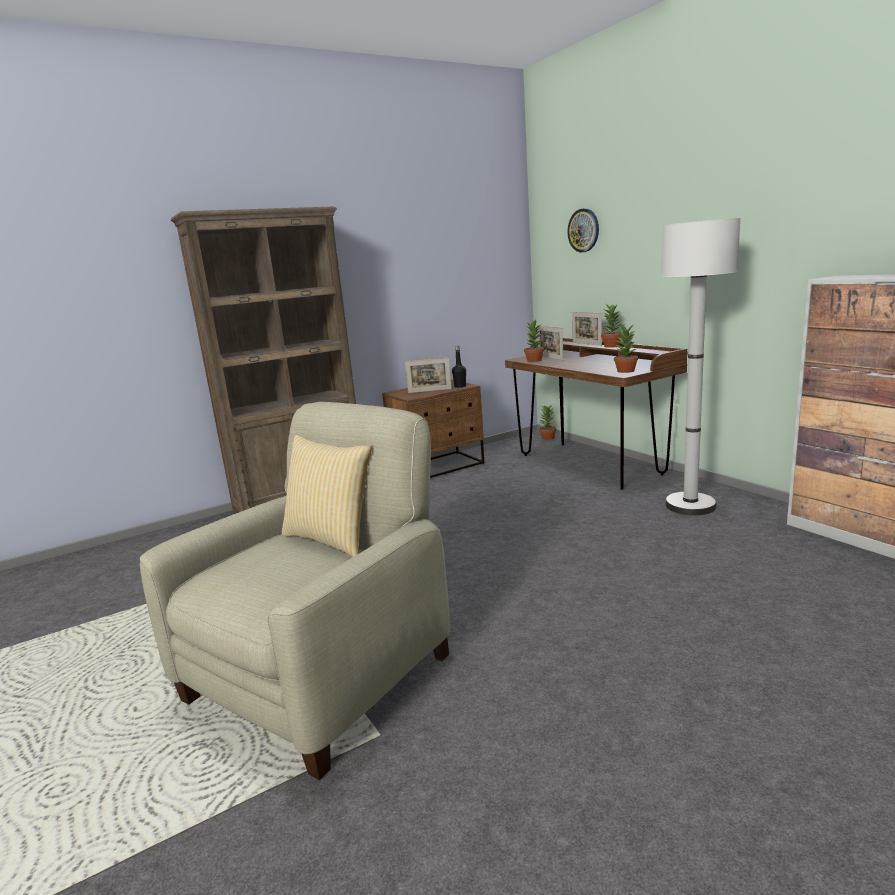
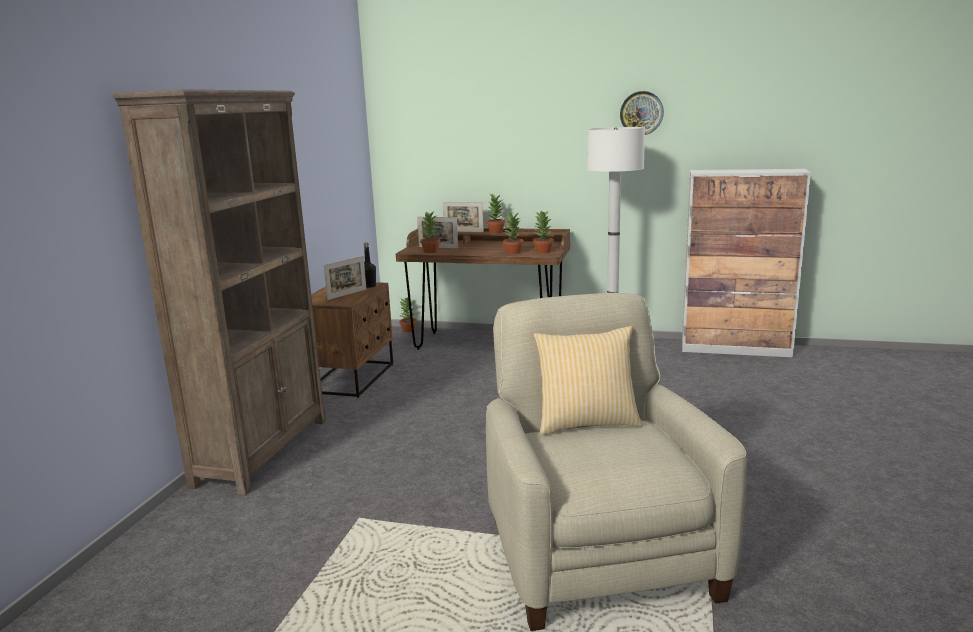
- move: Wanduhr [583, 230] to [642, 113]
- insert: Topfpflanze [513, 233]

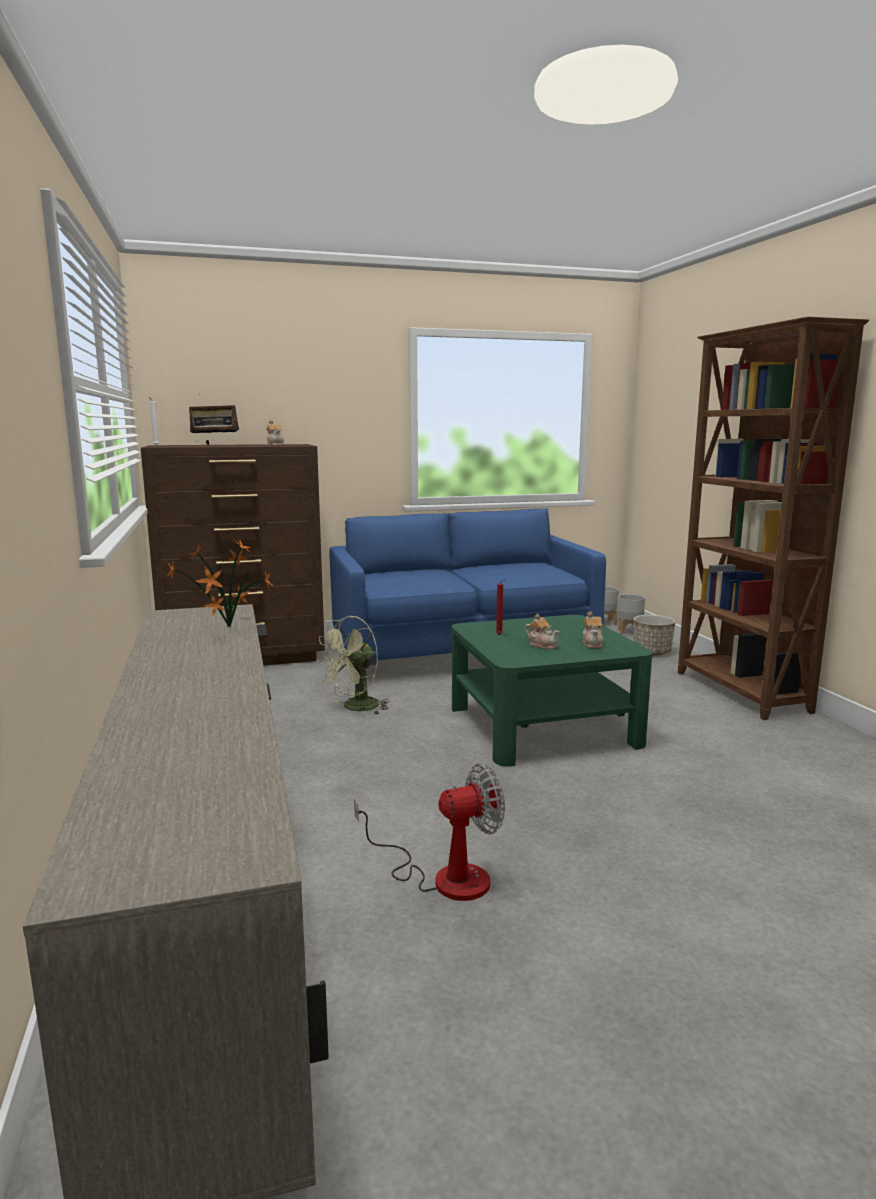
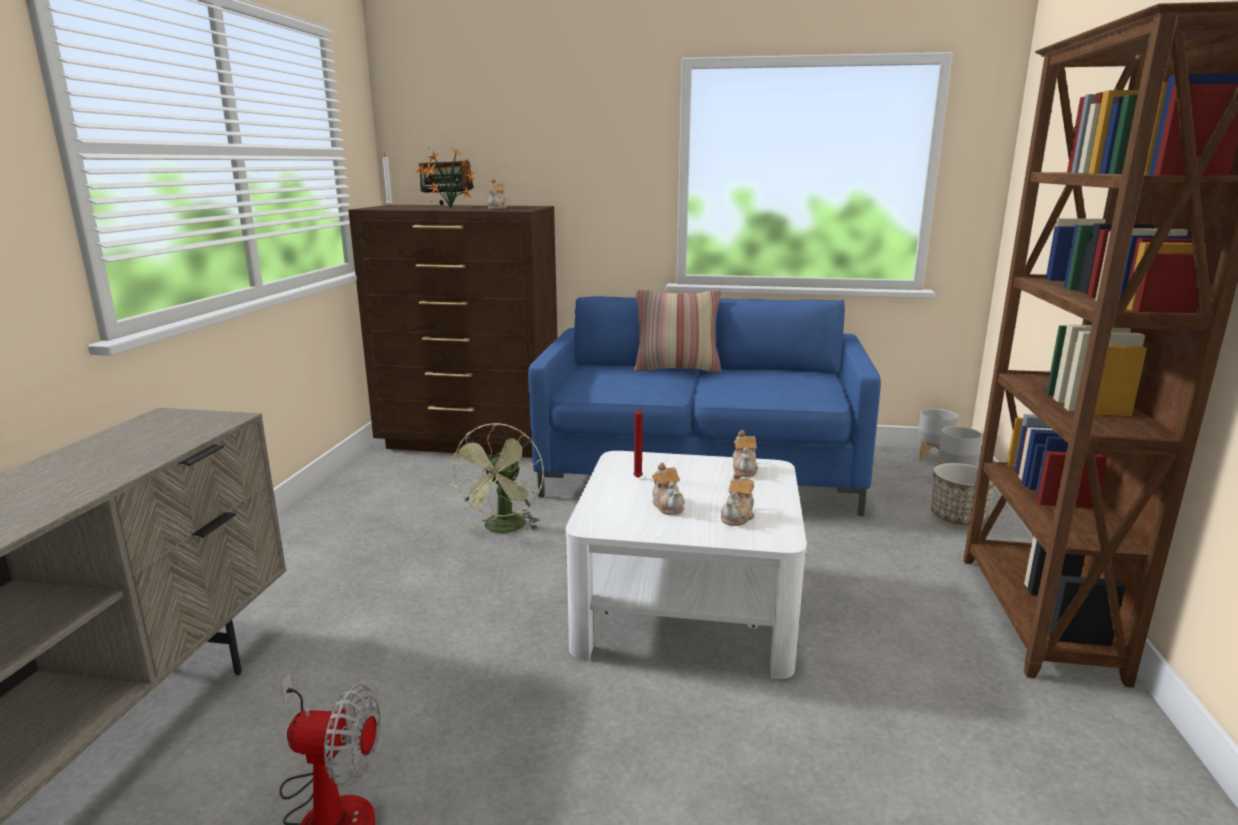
- move: Topfpflanze [219, 583] to [445, 178]
- rotate: Ventilator/grün [353, 665] = [496, 478] 60 degrees counterclockwise
- recolor: Couchtisch/grün [552, 690] to Couchtisch/weiß [686, 565]
- insert: Kissen [677, 331]
- insert: Teekanne [745, 453]

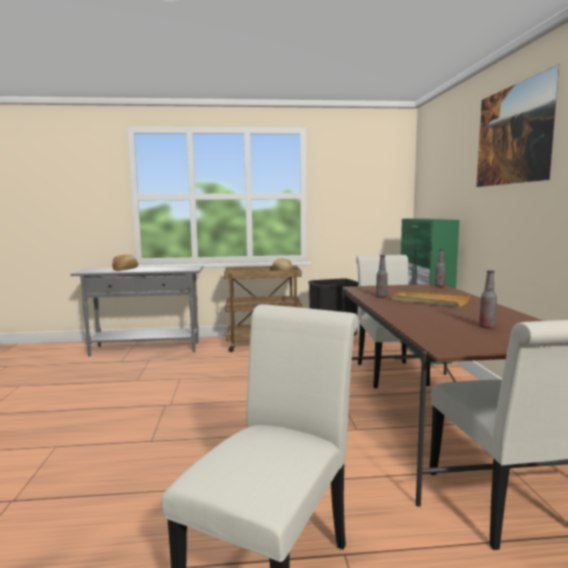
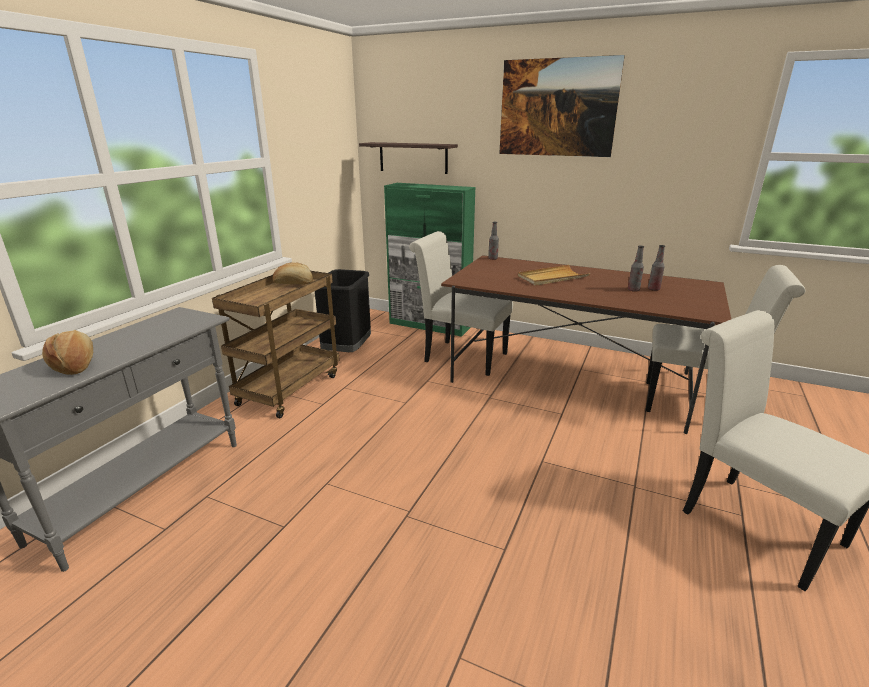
- move: Flasche [382, 276] to [636, 269]
- insert: Wandregal [408, 158]

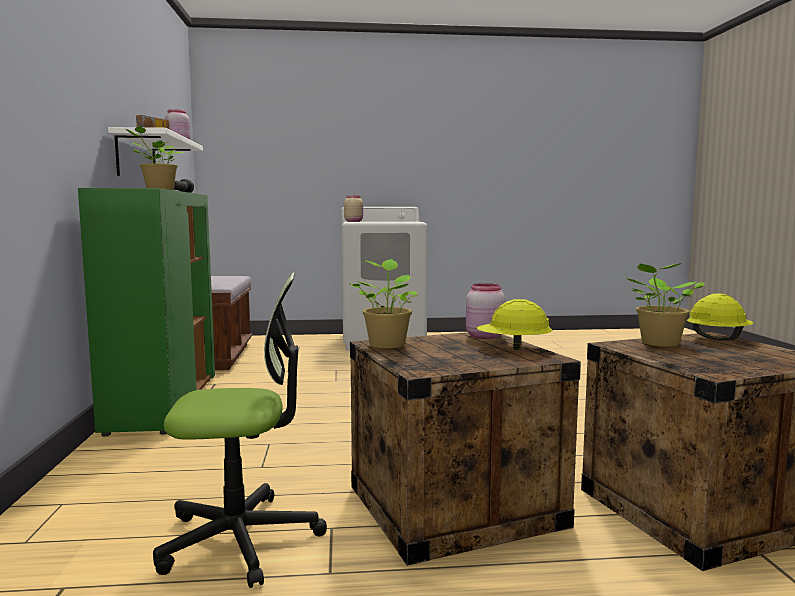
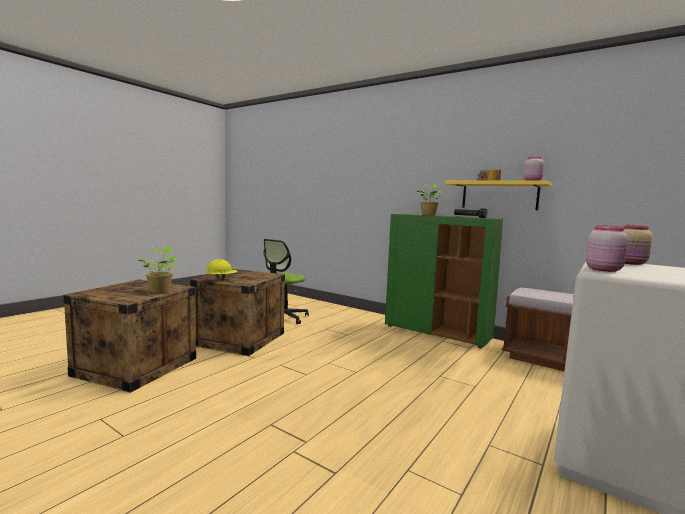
- recolor: Wandregal/weiß [155, 151] to Wandregal/gelb [498, 195]
- delete: Topfpflanze [384, 304]
- move: Vorratsglas/rosa [485, 311] to [607, 248]
- delete: Schutzhelm/gelb [720, 317]

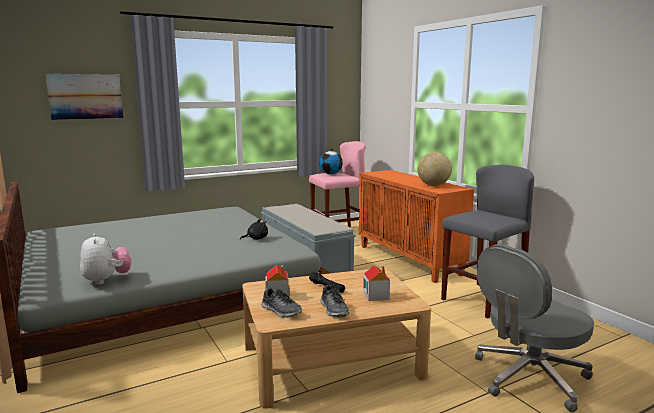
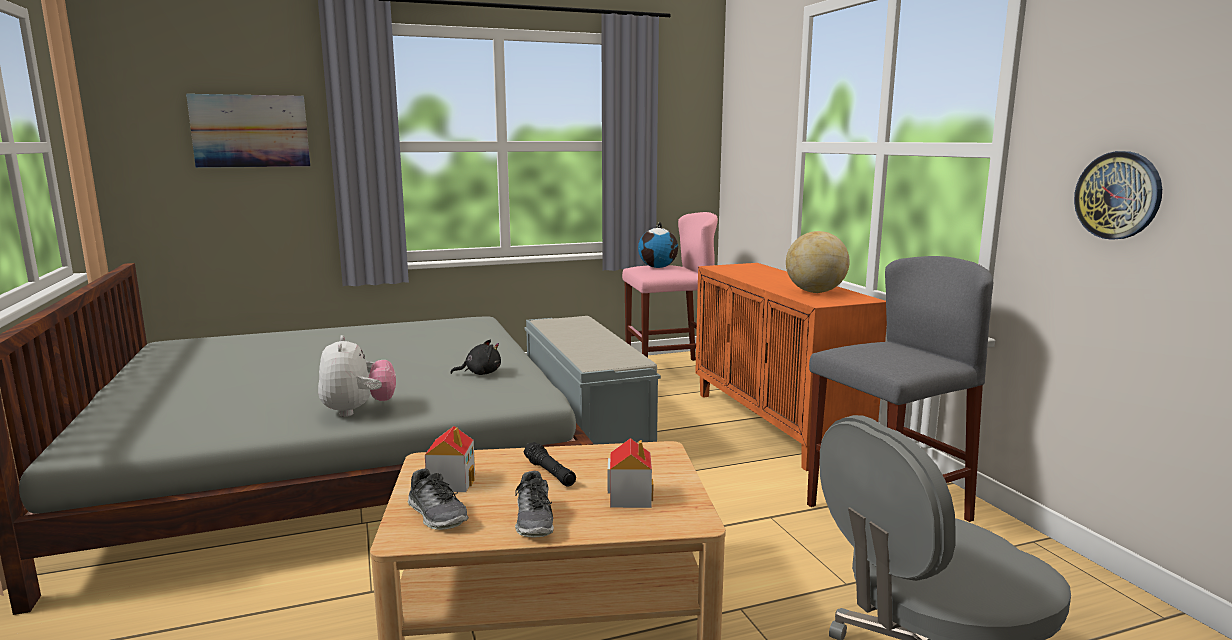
- move: Plüschtier [105, 259] to [357, 376]
- insert: Wanduhr [1118, 195]

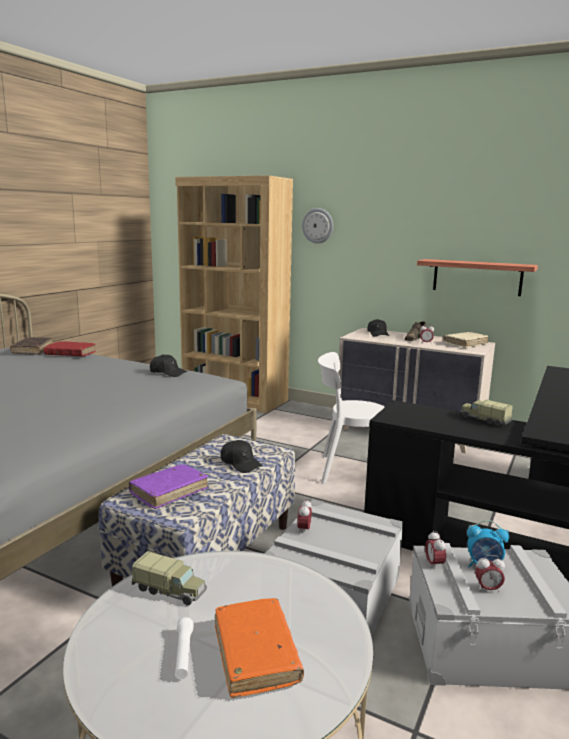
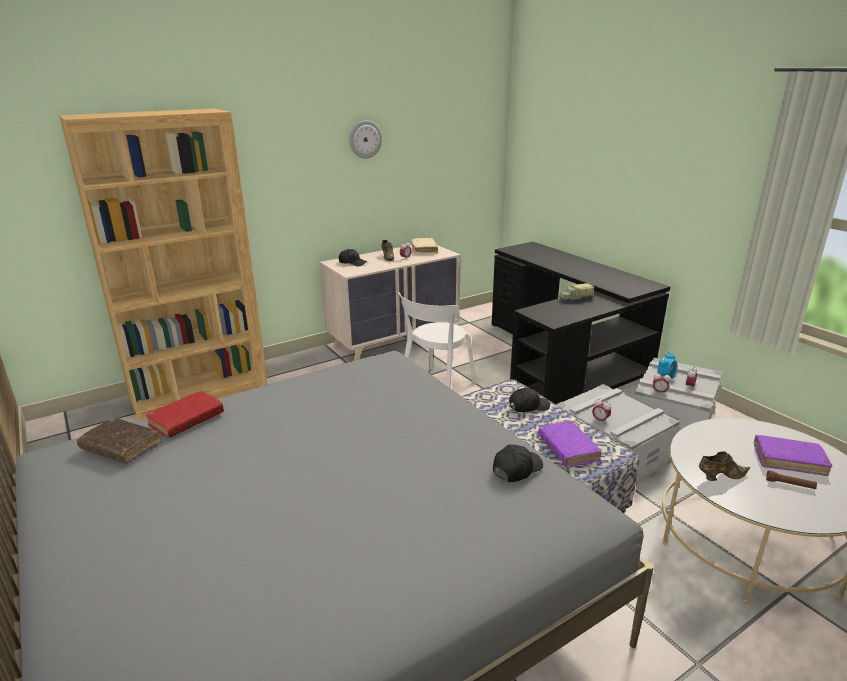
- replace: Spielzeuglaster [169, 578] to Schuh/braun [724, 466]
- move: Kappe/schwarz [168, 365] to [518, 463]
- recolor: Taschenlampe/weiß [184, 648] to Taschenlampe/braun [791, 479]
- recolor: Buch/orange [259, 648] to Buch/lila [793, 455]
- move: Wanduhr [317, 226] to [365, 139]
- delete: Wandregal [477, 277]

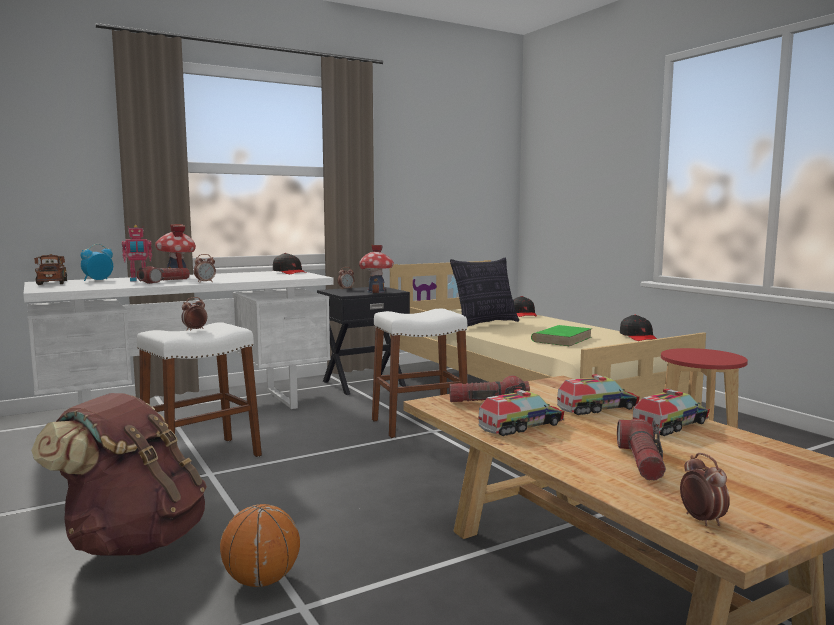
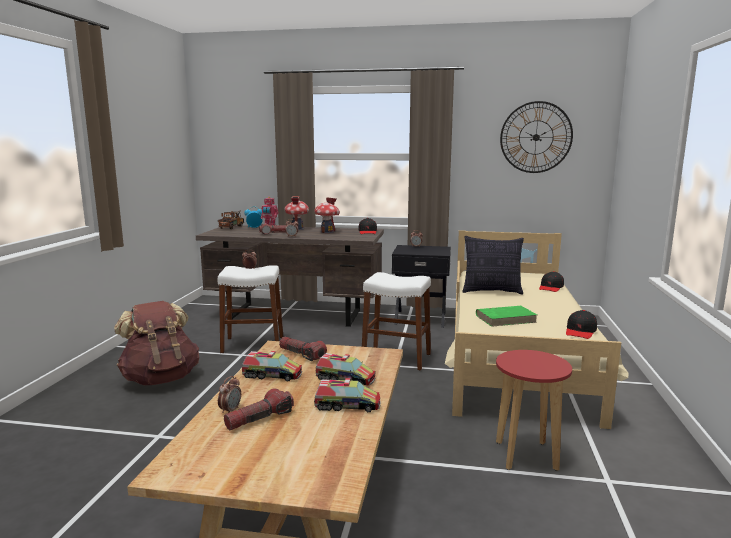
- recolor: Schreibtisch/weiß [178, 340] to Schreibtisch/braun [290, 276]
- delete: Basketball [260, 545]
- move: Spielzeughaus [376, 269] to [327, 215]
- move: Wecker [705, 489] to [229, 394]
- insert: Wanduhr [536, 137]

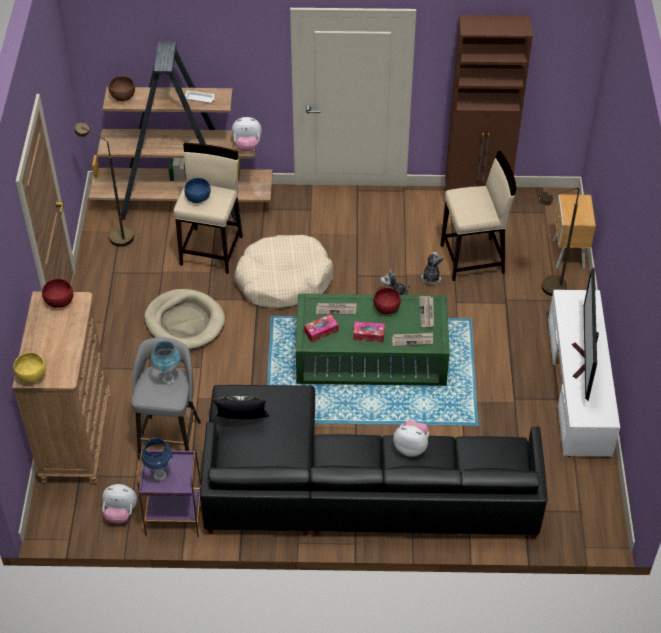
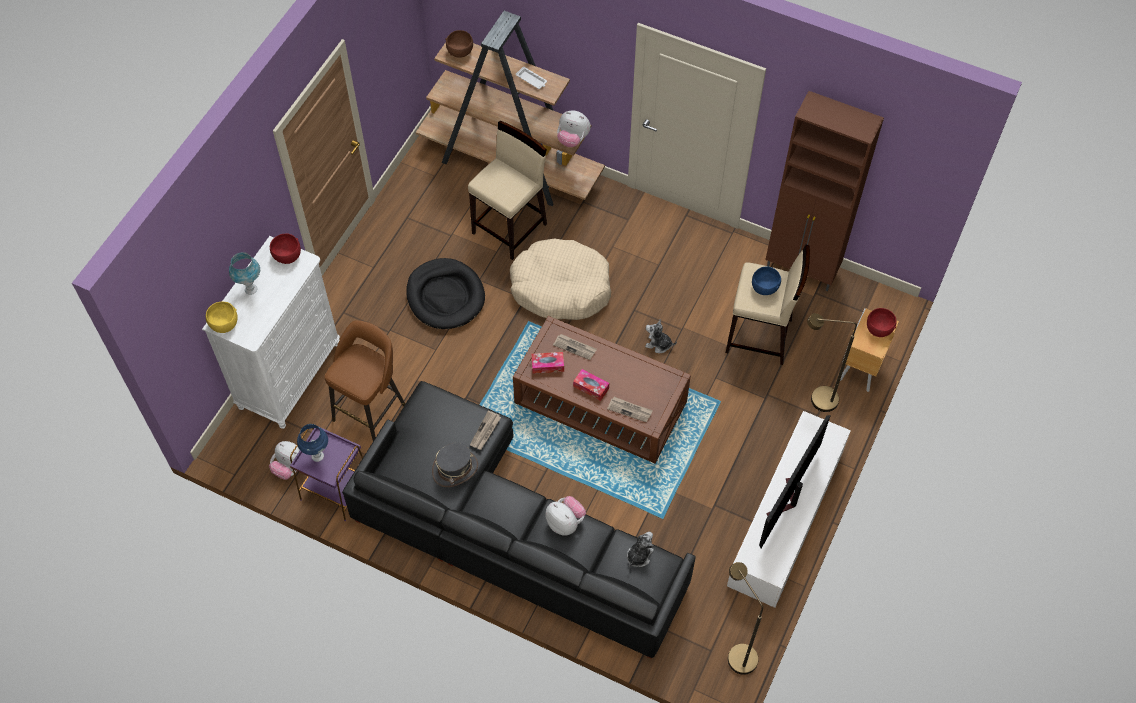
- recolor: Kommode/braun [61, 387] to Kommode/weiß [271, 332]
- move: Stehlampe/braun [104, 185] to [745, 618]
- recolor: Hocker/grau [166, 398] to Hocker/braun [365, 380]
- recolor: Hundebett/beige [184, 319] to Hundebett/schwarz [445, 293]
- move: Tischlampe/blau [166, 362] to [244, 273]
- move: Schüssel/blau [197, 190] to [766, 280]
- delete: Kissen [240, 407]
- recolor: Couchtisch/grün [373, 340] to Couchtisch/braun [602, 389]
- move: Schüssel/rot [387, 301] to [882, 322]
- move: Zeitung [426, 311] to [485, 430]
- move: Plüschtier [432, 268] to [640, 549]
- insert: Hut/grau [455, 465]

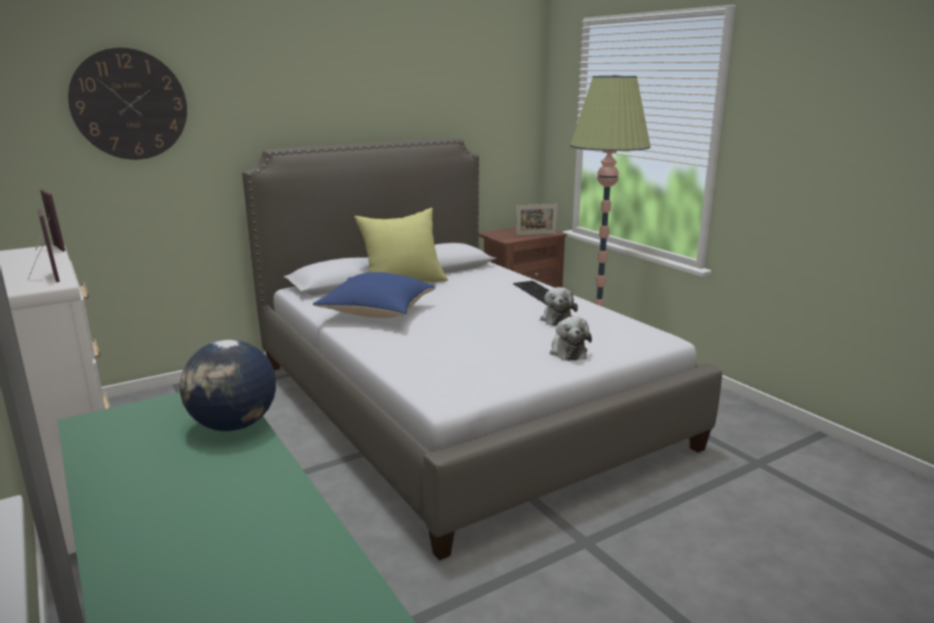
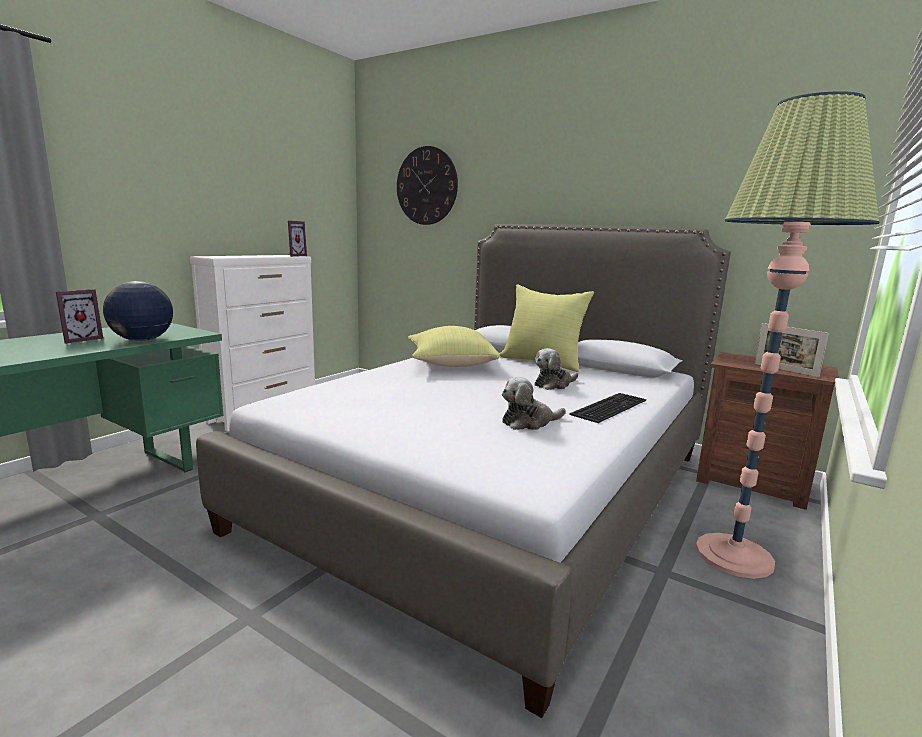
- move: Bilderrahmen [44, 245] to [79, 316]
- recolor: Kissen/blau [374, 295] to Kissen/gelb [454, 346]
- move: Plüschtier [571, 338] to [556, 369]

